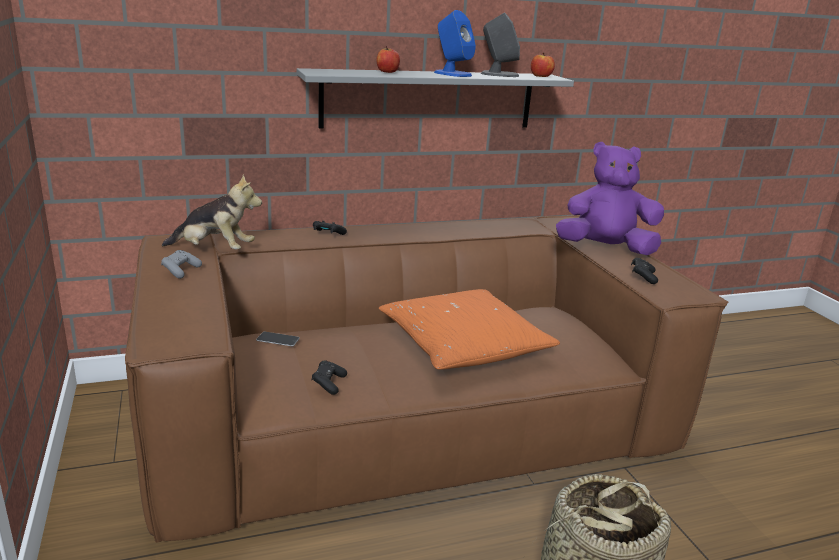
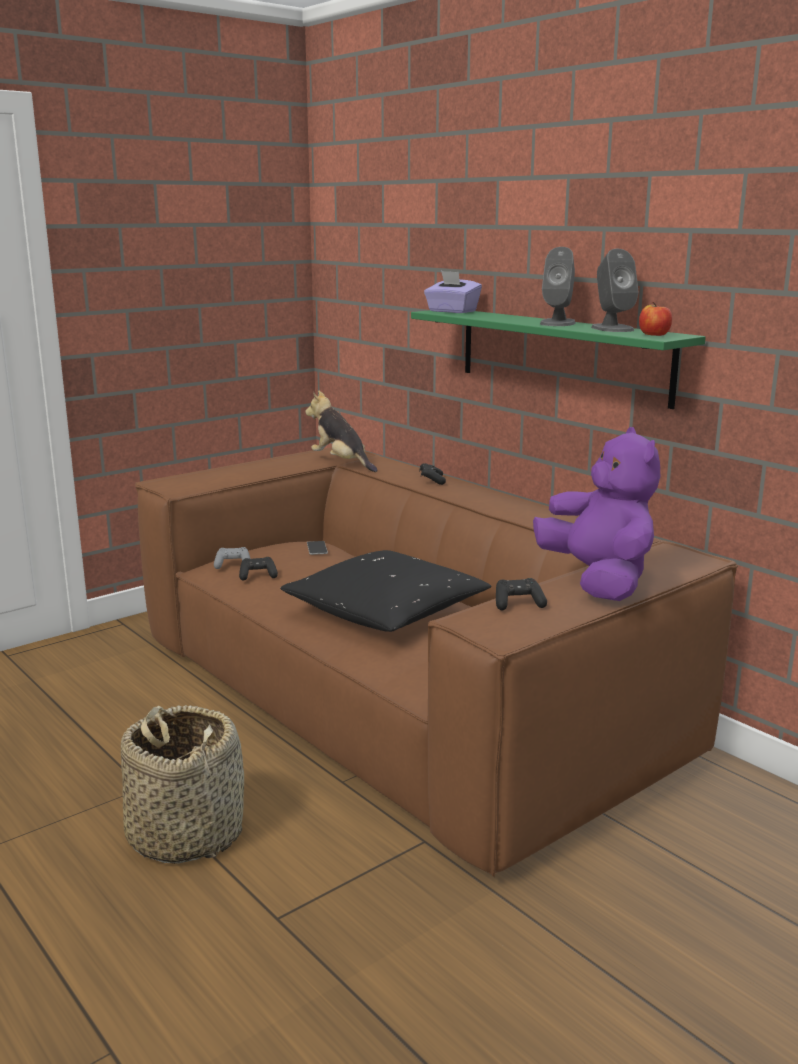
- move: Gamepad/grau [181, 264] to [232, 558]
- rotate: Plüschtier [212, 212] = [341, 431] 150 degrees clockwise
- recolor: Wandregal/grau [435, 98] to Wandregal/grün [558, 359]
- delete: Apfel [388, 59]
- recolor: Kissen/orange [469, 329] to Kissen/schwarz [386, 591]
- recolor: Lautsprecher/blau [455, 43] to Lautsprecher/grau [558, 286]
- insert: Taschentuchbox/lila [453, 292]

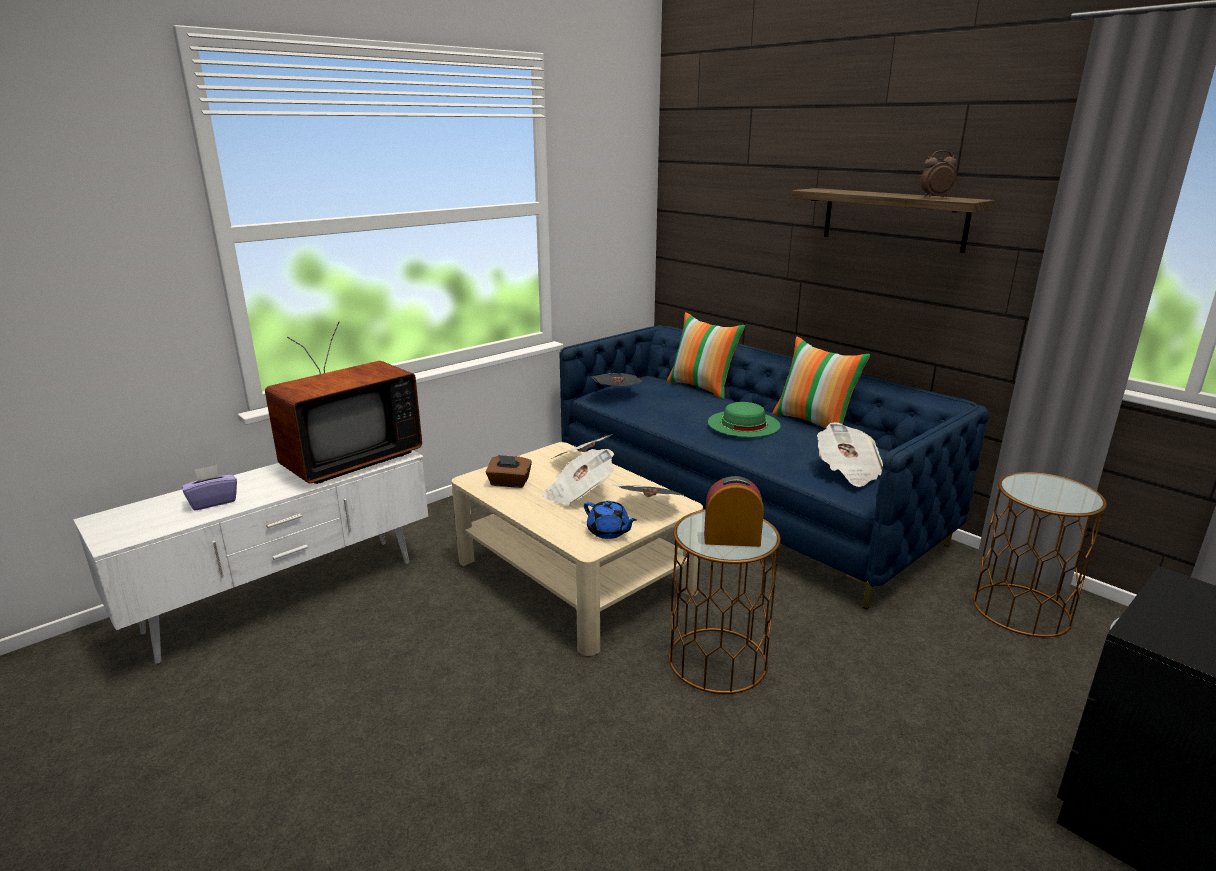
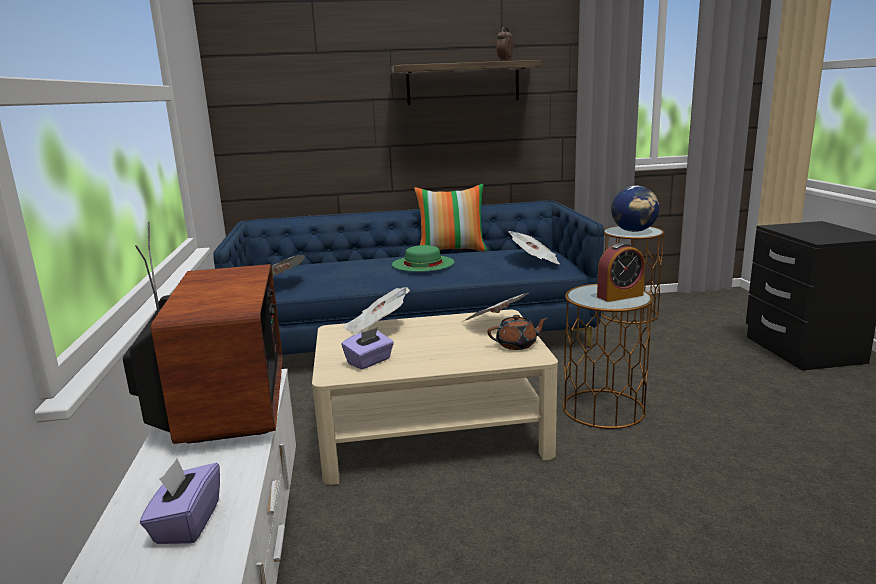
- recolor: Taschentuchbox/braun [509, 471] to Taschentuchbox/lila [367, 348]
- delete: Zeitung [578, 477]
- recolor: Teekanne/blau [610, 520] to Teekanne/braun [517, 332]
- delete: Kissen [706, 355]
- rotate: Wecker [734, 511] = [621, 272] 150 degrees counterclockwise
- insert: Globus [635, 209]

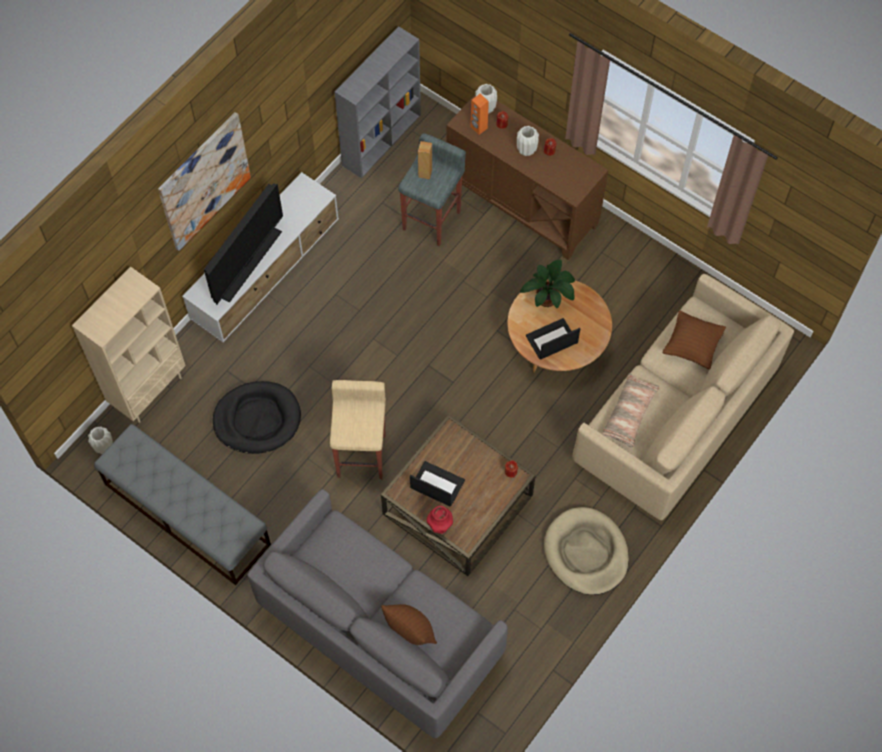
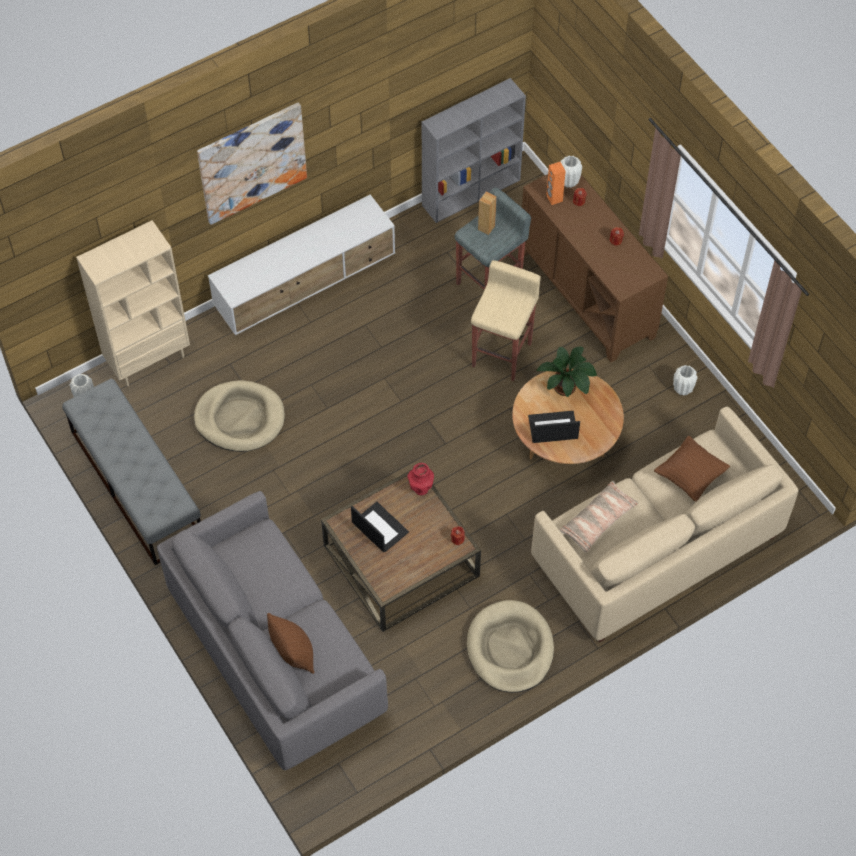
- delete: Fernseher [243, 244]
- recolor: Hundebett/schwarz [257, 417] to Hundebett/beige [239, 416]
- move: Hocker/beige [358, 429] to [506, 320]
- move: Vase/rot [440, 520] to [421, 479]
- move: Vase/weiß [528, 141] to [685, 380]

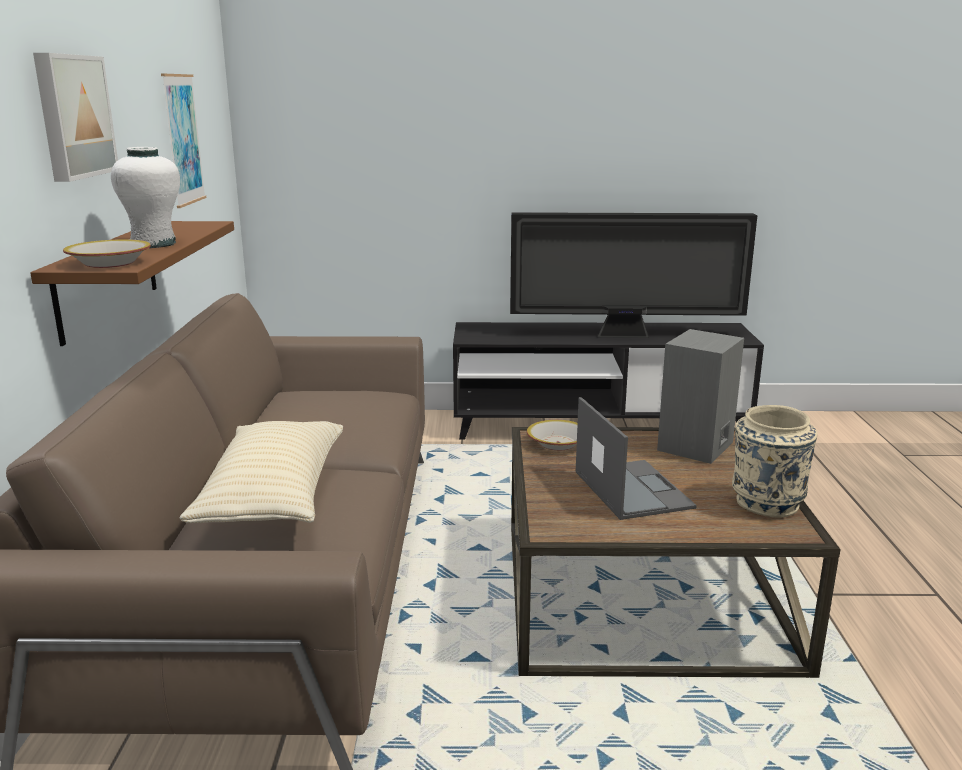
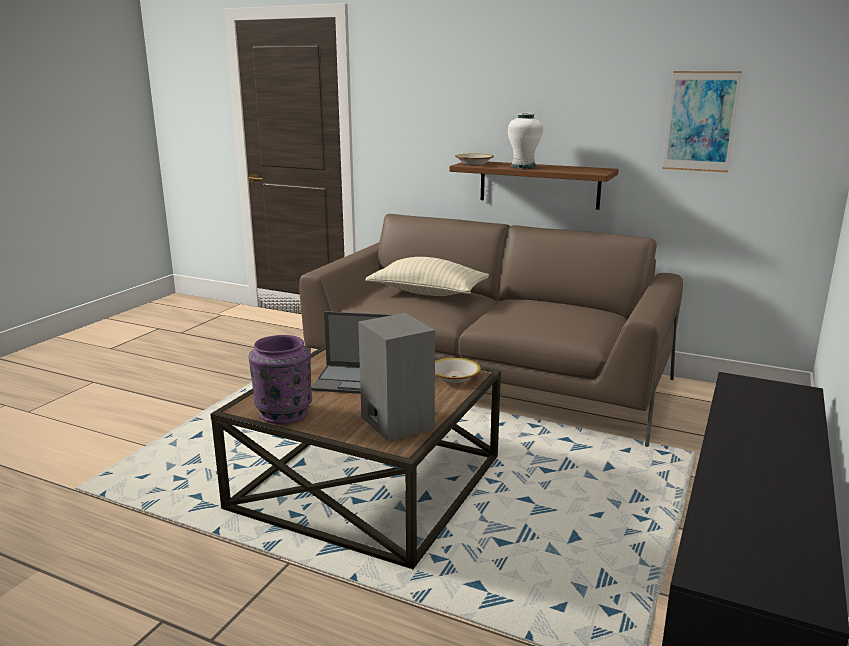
- delete: Bild [75, 117]
- delete: Fernseher [633, 275]
- recolor: Vase/beige [774, 461] to Vase/lila [280, 379]

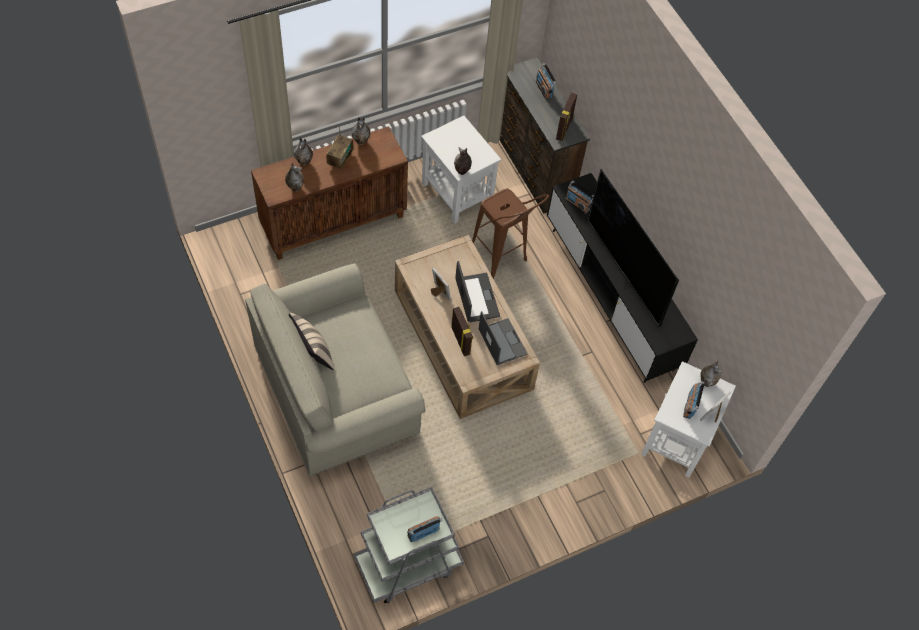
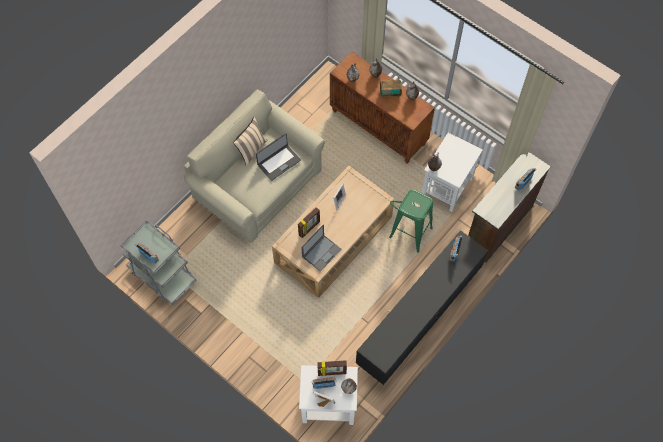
- move: Laptop [477, 291] to [278, 157]
- recolor: Hocker/braun [510, 233] to Hocker/grün [411, 221]
- move: Bilderrahmen [566, 117] to [332, 368]
- delete: Fernseher [633, 248]

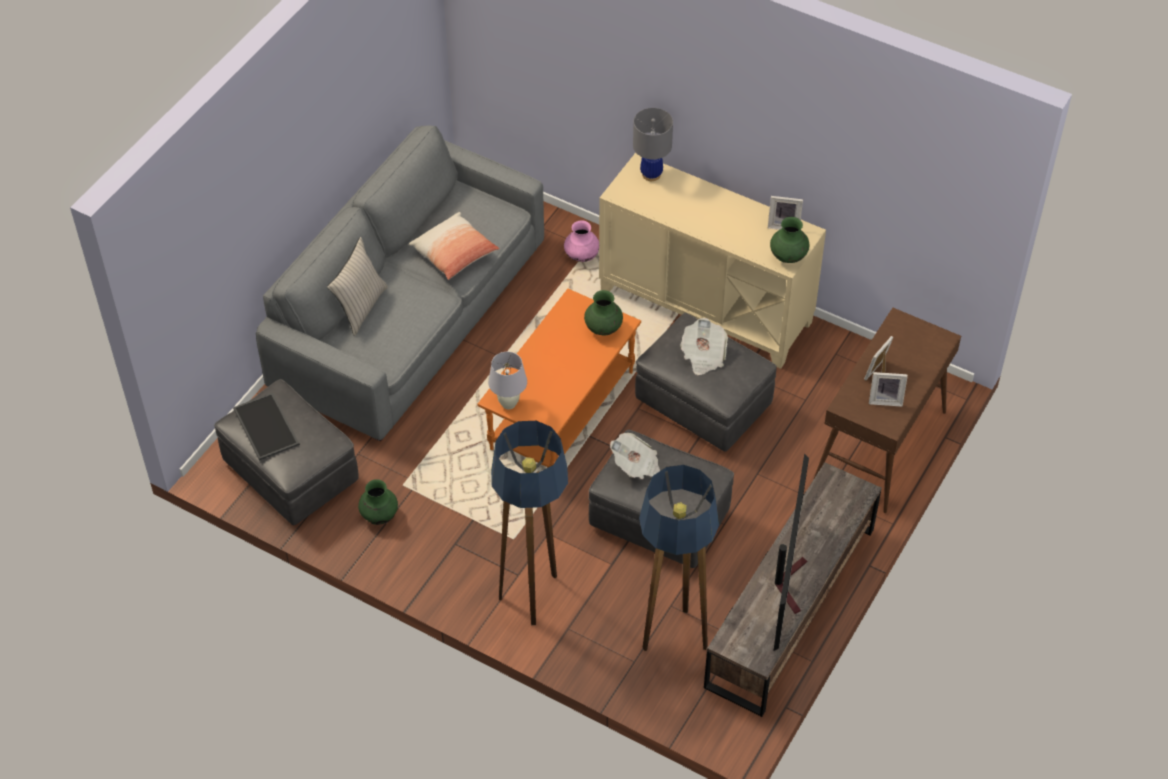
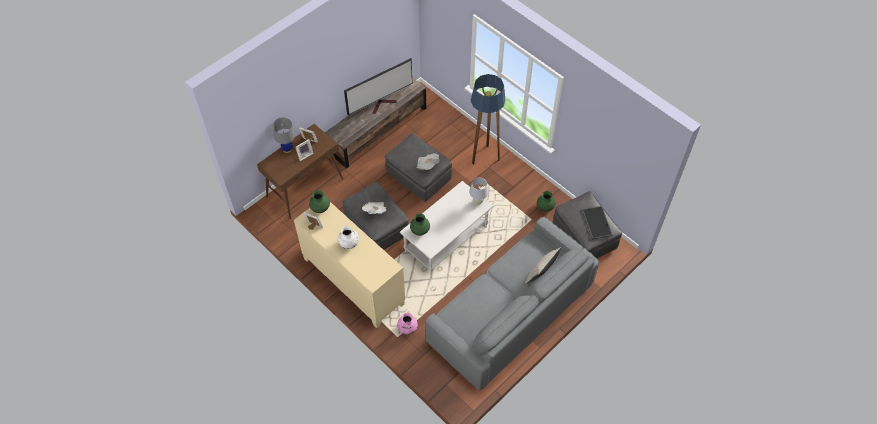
- delete: Kissen [454, 246]
- recolor: Couchtisch/orange [559, 378] to Couchtisch/weiß [446, 228]
- move: Tischlampe/grau [653, 144] to [283, 135]
- delete: Stehlampe [679, 558]
- rotate: Fernseher [791, 552] = [378, 86] 150 degrees counterclockwise
- insert: Vase/weiß [348, 237]

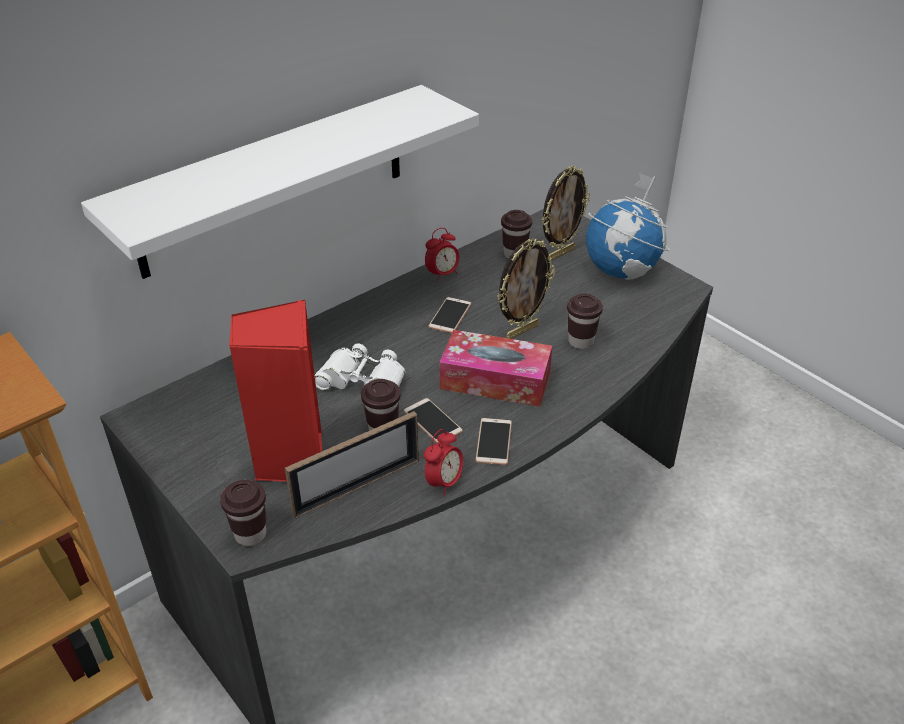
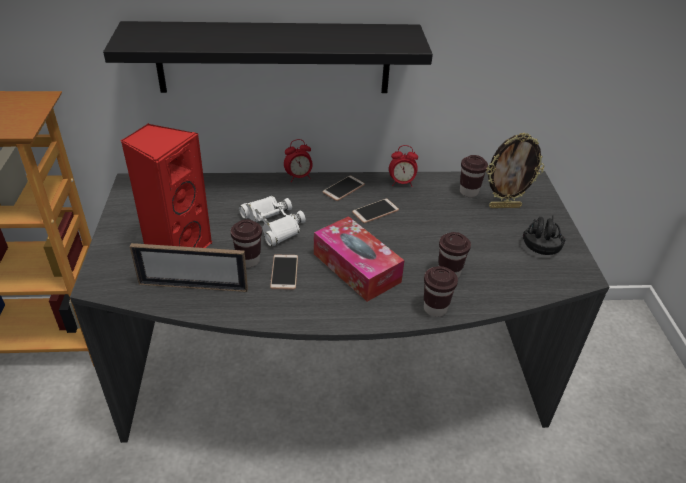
- recolor: Wandregal/weiß [280, 182] to Wandregal/schwarz [268, 57]
- move: Tasse/braun [243, 513] to [441, 291]
- move: Wecker [443, 462] to [298, 160]
- move: Handy [493, 441] to [344, 188]
- delete: Bilderrahmen [526, 288]
- replace: Globus [628, 226] to Kopfhörer/schwarz [544, 235]

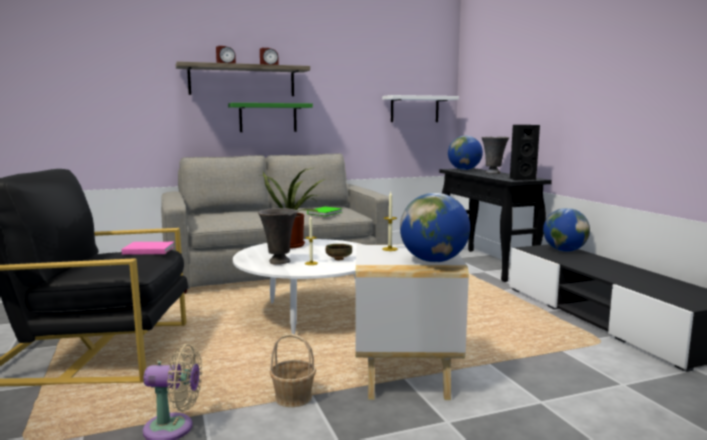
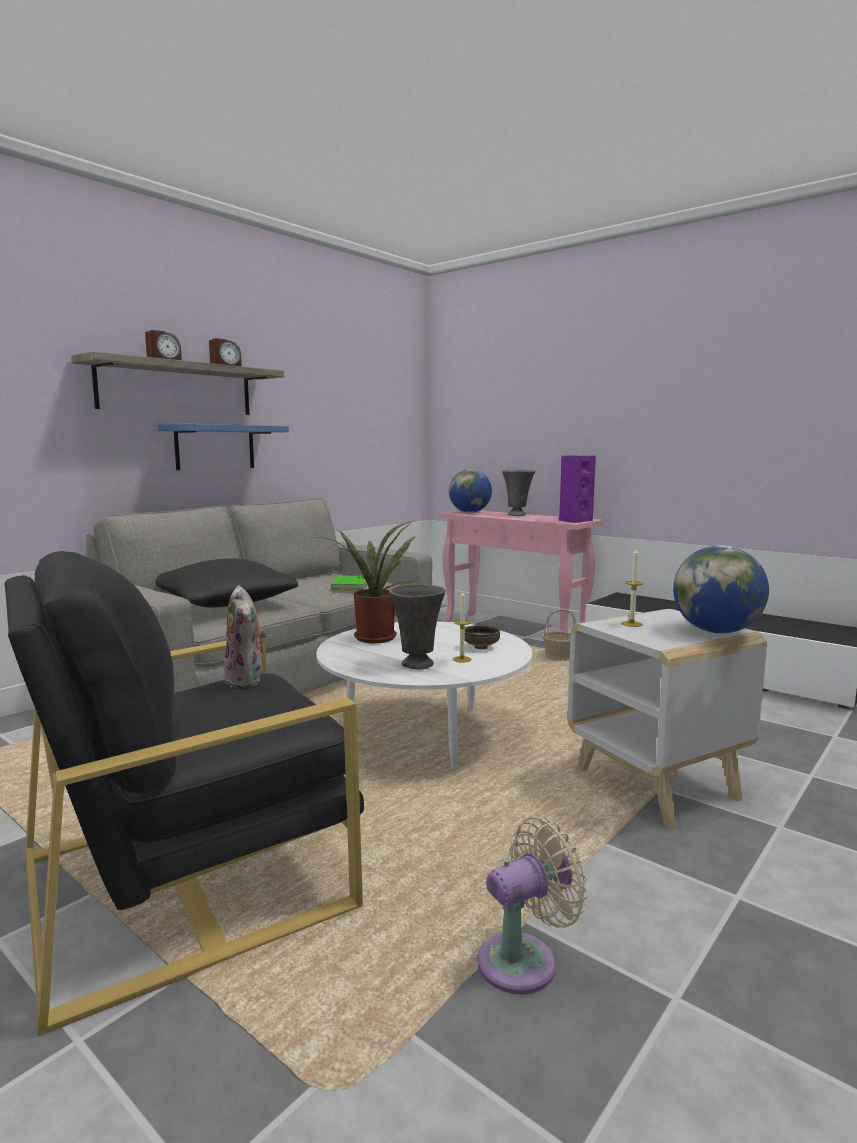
- replace: Buch/rosa [147, 248] to Plüschtier [245, 636]
- recolor: Wandregal/grün [270, 117] to Wandregal/blau [223, 446]
- move: Korb [293, 370] to [559, 634]
- delete: Wandregal/weiß [420, 108]
- recolor: Konsolentisch/schwarz [495, 225] to Konsolentisch/rosa [520, 571]
- recolor: Lautsprecher/schwarz [525, 153] to Lautsprecher/lila [577, 489]
- delete: Globus [566, 230]
- insert: Kissen/schwarz [227, 583]

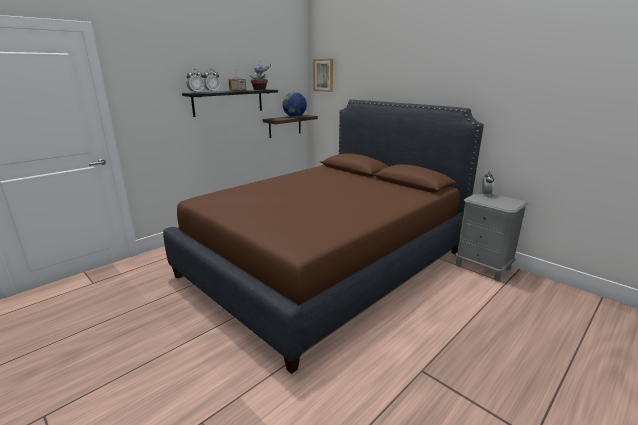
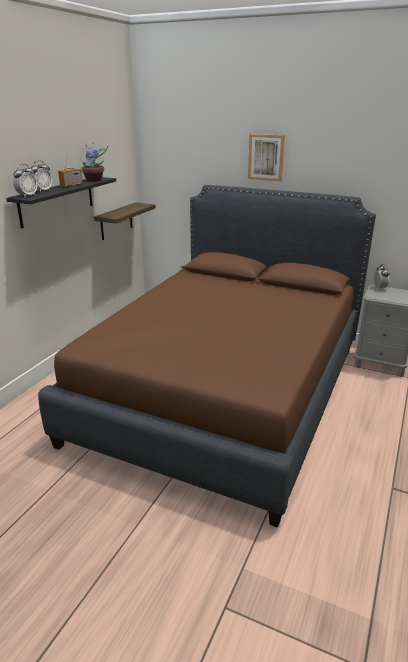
- delete: Globus [294, 104]
- move: Bild [323, 75] to [266, 157]

